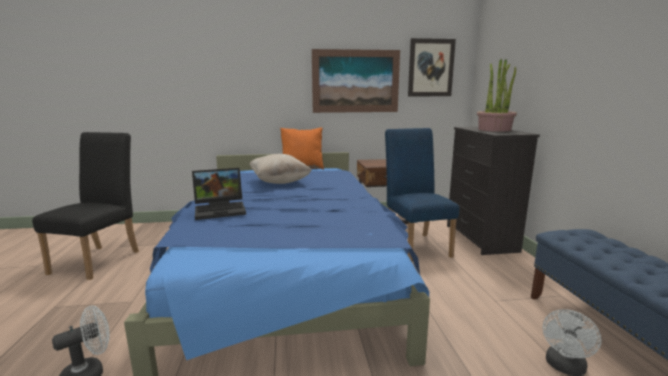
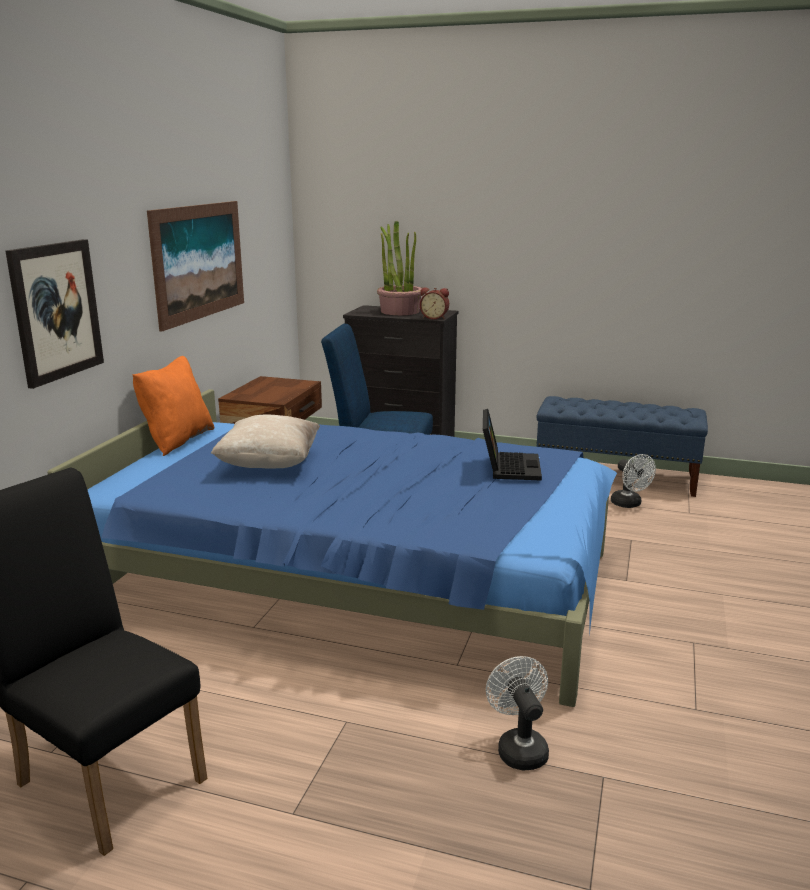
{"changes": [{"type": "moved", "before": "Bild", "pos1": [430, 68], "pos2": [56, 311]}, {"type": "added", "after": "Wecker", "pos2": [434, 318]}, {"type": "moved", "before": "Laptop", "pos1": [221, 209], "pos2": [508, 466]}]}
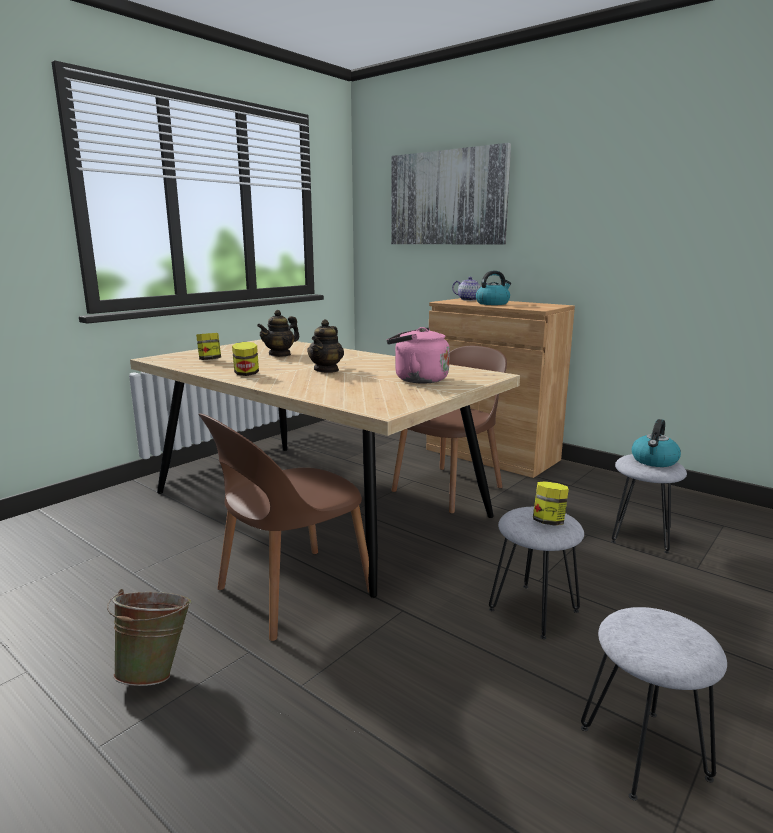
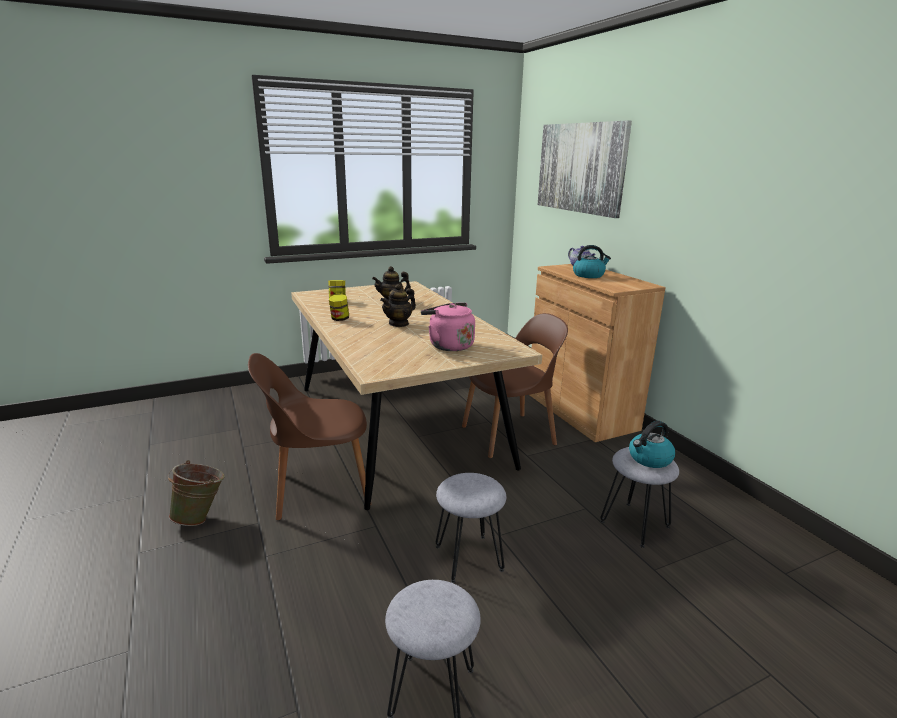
{"changes": [{"type": "removed", "before": "Vorratsglas", "pos1": [548, 522]}]}
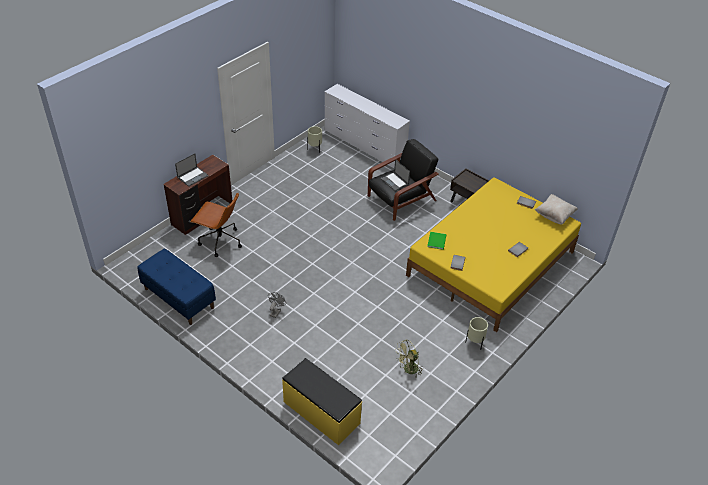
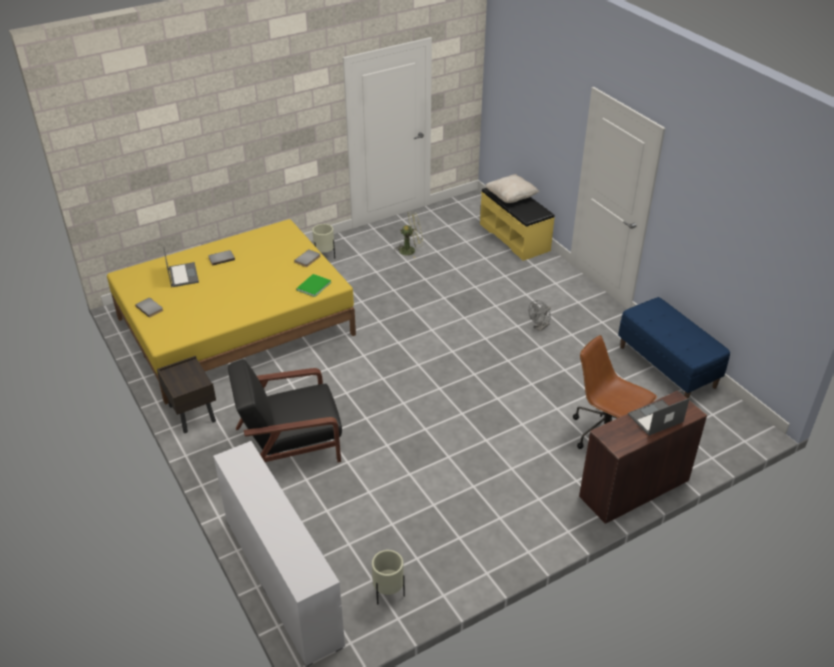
{"changes": [{"type": "moved", "before": "Laptop", "pos1": [394, 181], "pos2": [182, 275]}, {"type": "moved", "before": "Kissen (beige)", "pos1": [554, 216], "pos2": [511, 198]}]}
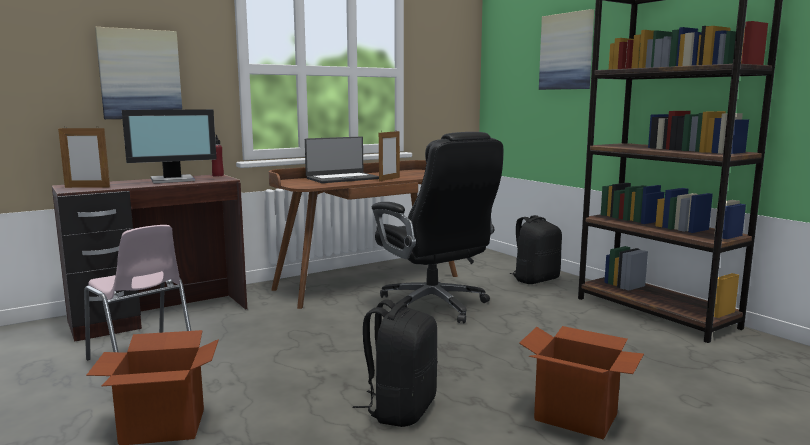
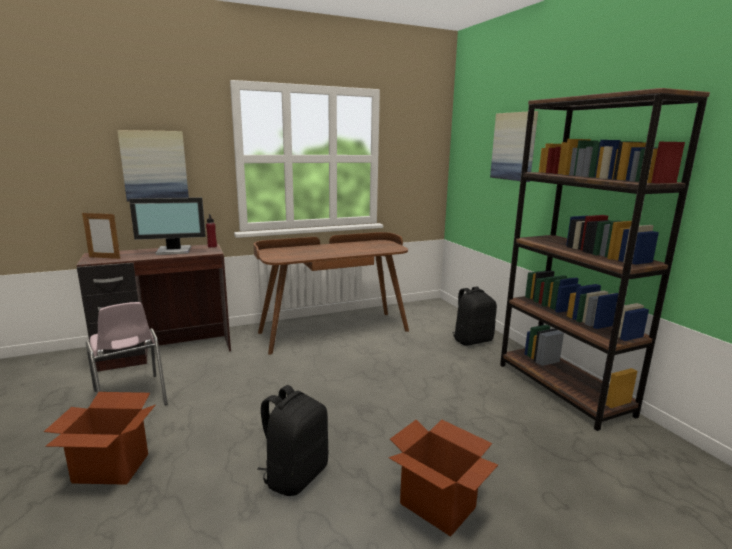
{"changes": [{"type": "removed", "before": "Laptop", "pos1": [342, 178]}, {"type": "removed", "before": "Bürostuhl (schwarz)", "pos1": [434, 306]}, {"type": "removed", "before": "Bilderrahmen", "pos1": [389, 179]}]}
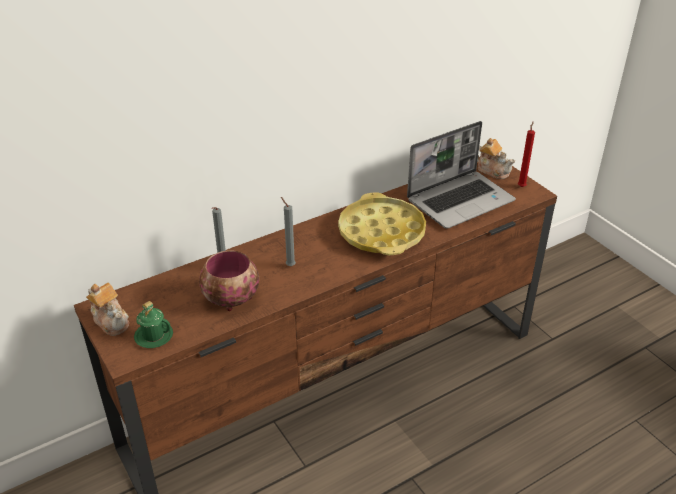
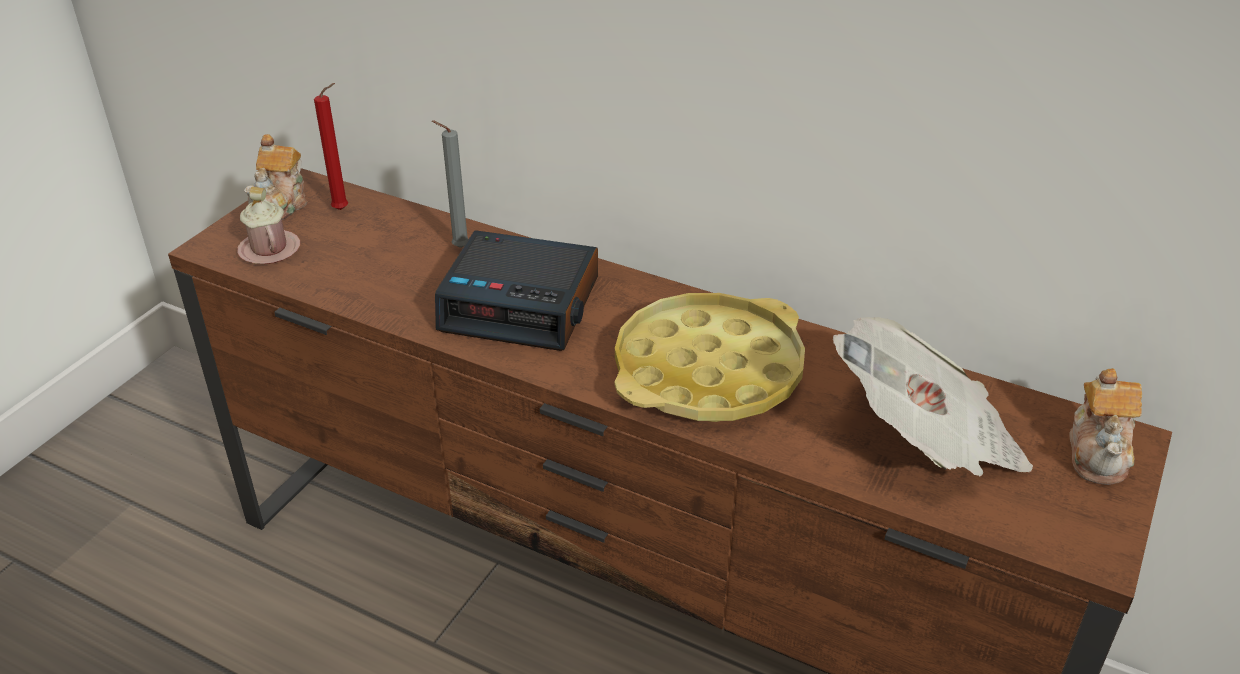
{"changes": [{"type": "recoloured", "before": "Henkelbecher (grün)", "after": "Henkelbecher (rosa)", "pos1": [154, 336], "pos2": [269, 250]}, {"type": "moved", "before": "Kerze (rot)", "pos1": [521, 186], "pos2": [343, 209]}, {"type": "replaced", "before": "Kerze (grau)", "after": "Wecker", "pos1": [289, 265], "pos2": [522, 304]}, {"type": "replaced", "before": "Laptop", "after": "Zeitung", "pos1": [460, 200], "pos2": [926, 440]}, {"type": "removed", "before": "Schüssel", "pos1": [231, 300]}]}
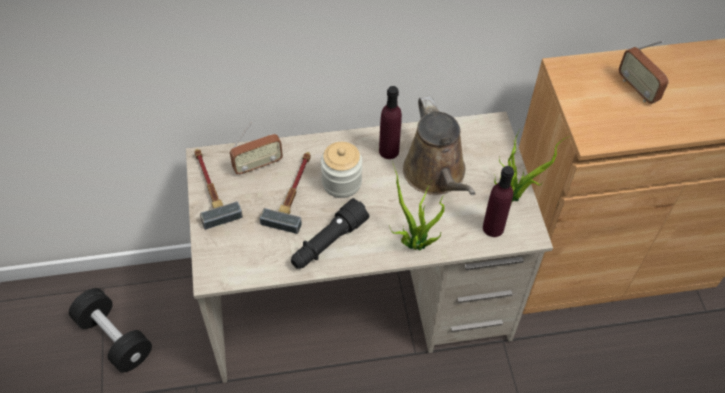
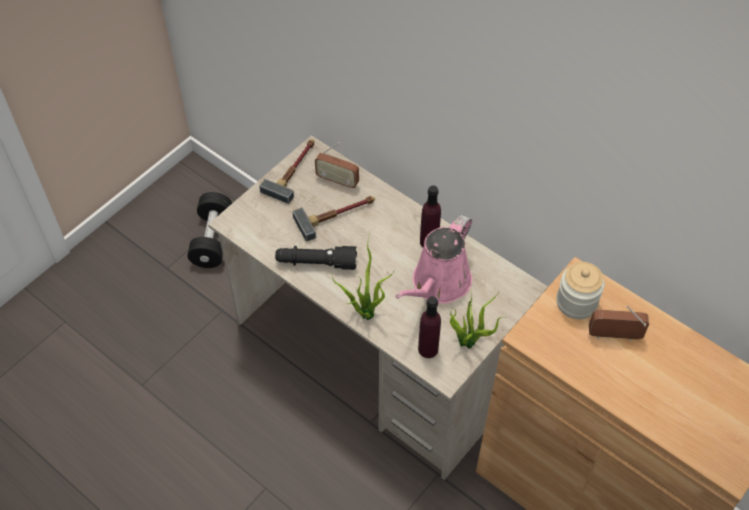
{"changes": [{"type": "recoloured", "before": "Gießkanne (braun)", "after": "Gießkanne (rosa)", "pos1": [436, 175], "pos2": [438, 284]}, {"type": "moved", "before": "Vorratsglas", "pos1": [341, 182], "pos2": [576, 302]}, {"type": "turned", "before": "Radio", "pos1": [637, 89], "pos2": [614, 336], "turn": 75}]}
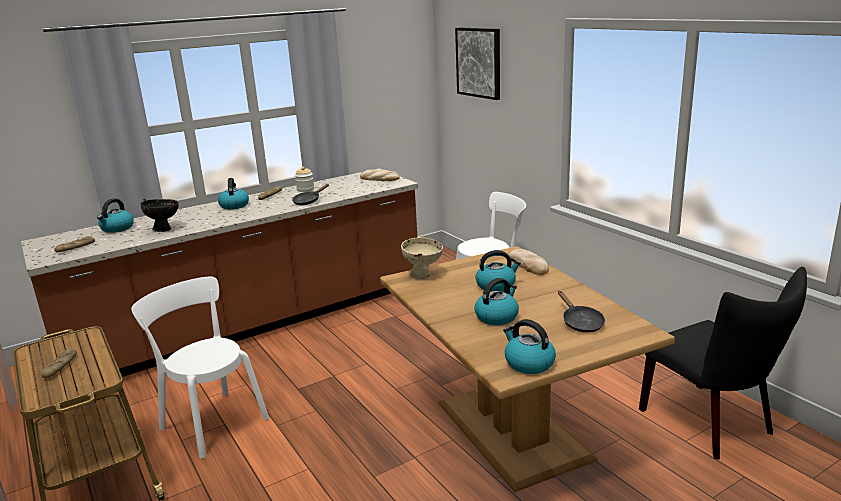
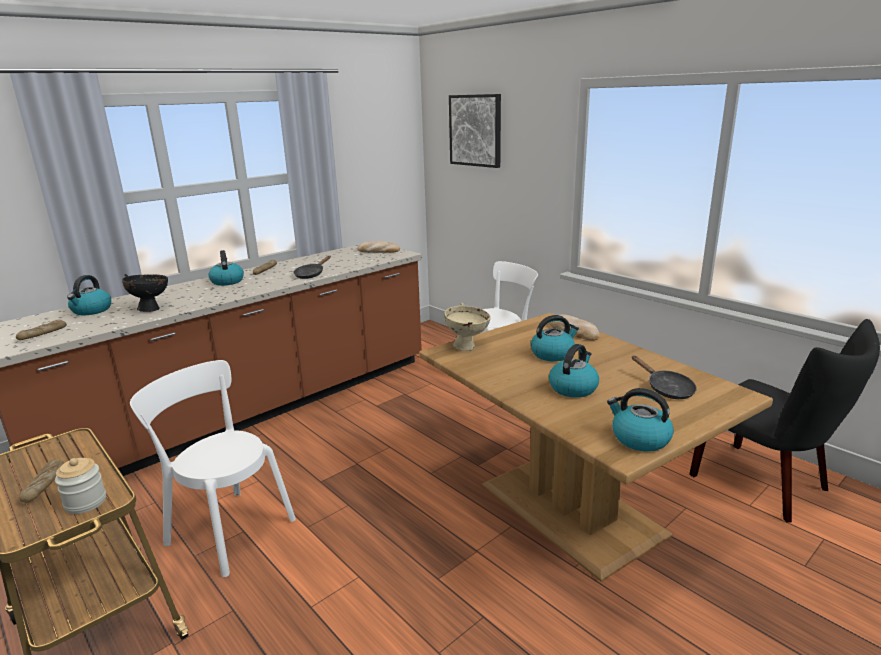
{"changes": [{"type": "moved", "before": "Vorratsglas", "pos1": [305, 189], "pos2": [85, 502]}]}
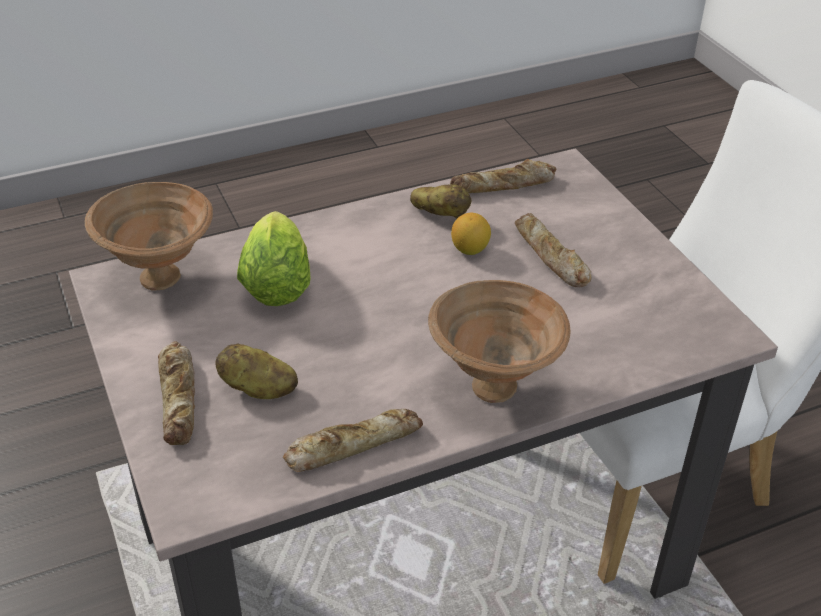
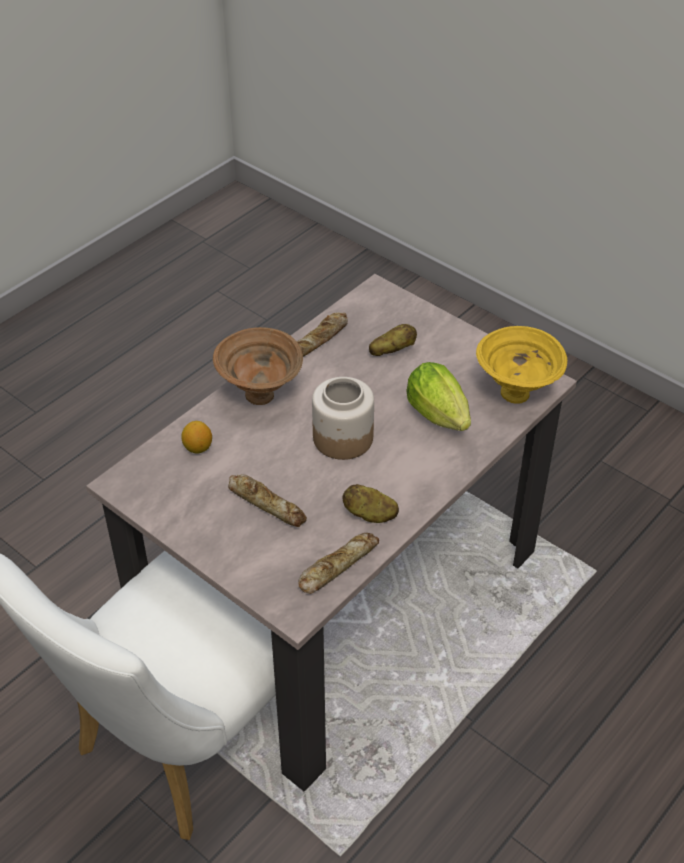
{"changes": [{"type": "moved", "before": "Zitrone", "pos1": [470, 250], "pos2": [197, 448]}, {"type": "added", "after": "Vorratsglas", "pos2": [342, 438]}, {"type": "recoloured", "before": "Schüssel (braun)", "after": "Schüssel (gelb)", "pos1": [158, 276], "pos2": [517, 395]}, {"type": "removed", "before": "Brot", "pos1": [179, 398]}]}
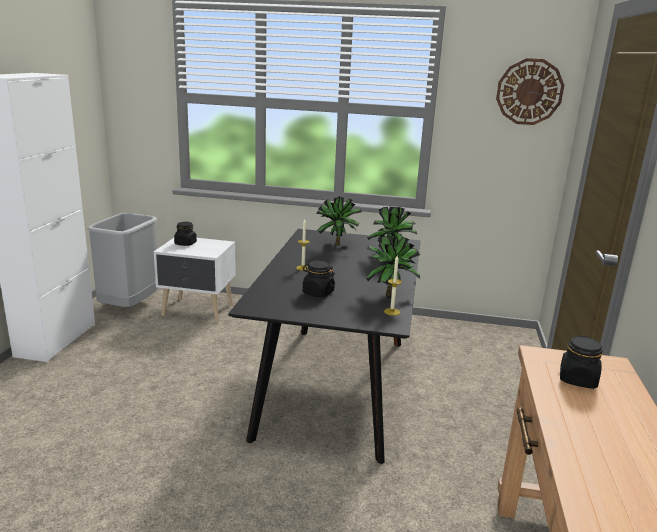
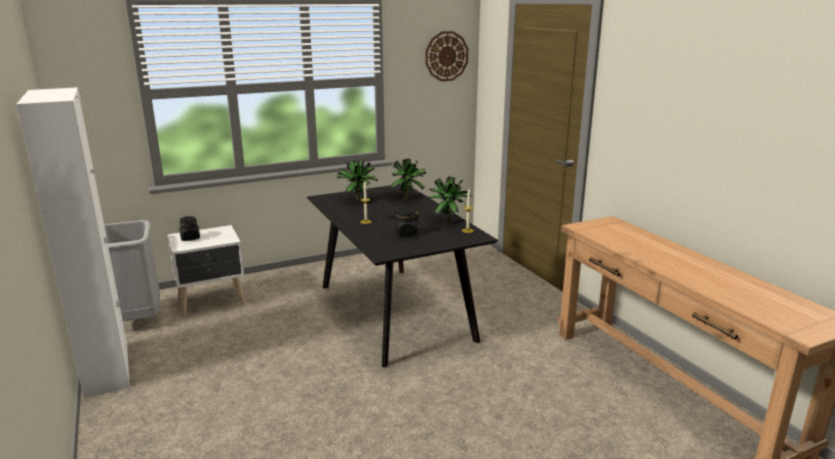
{"changes": [{"type": "removed", "before": "Vorratsglas (schwarz)", "pos1": [578, 380]}]}
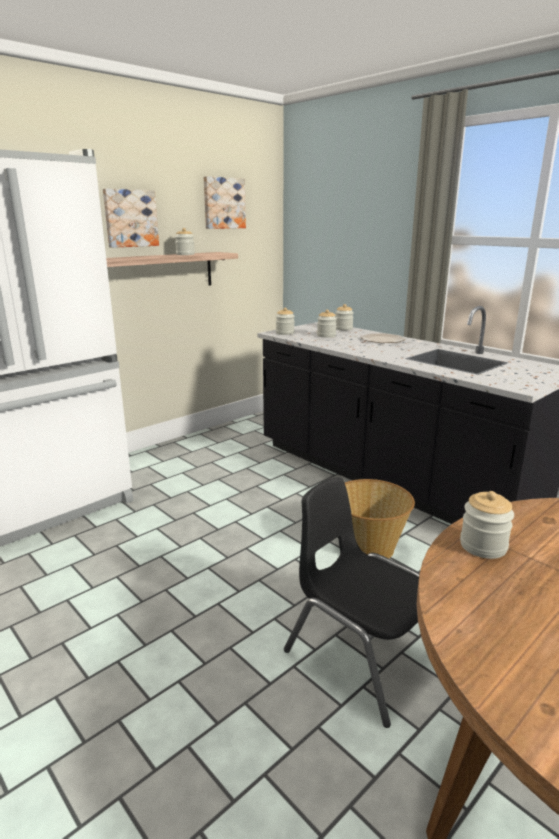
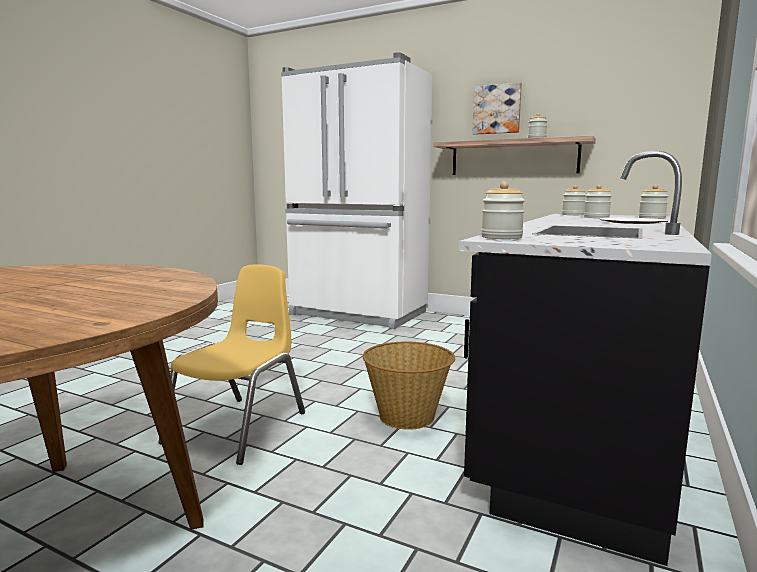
{"changes": [{"type": "recoloured", "before": "Stuhl (schwarz)", "after": "Stuhl (gelb)", "pos1": [361, 655], "pos2": [239, 428]}, {"type": "moved", "before": "Vorratsglas", "pos1": [483, 546], "pos2": [501, 237]}, {"type": "removed", "before": "Bild", "pos1": [223, 203]}]}
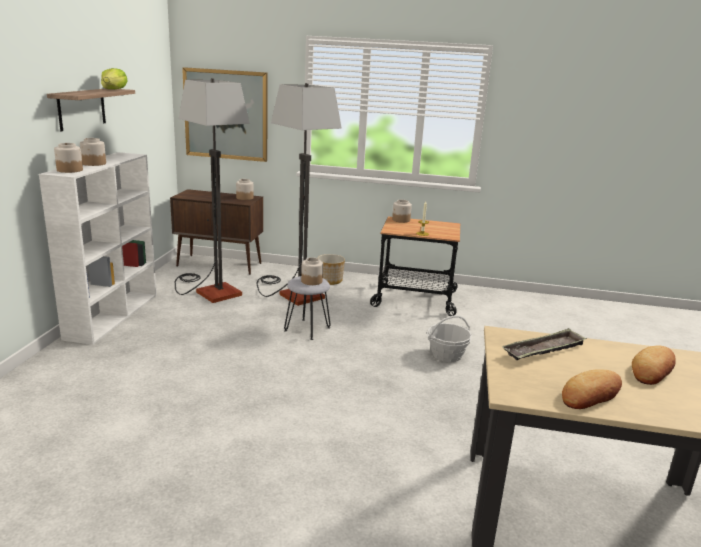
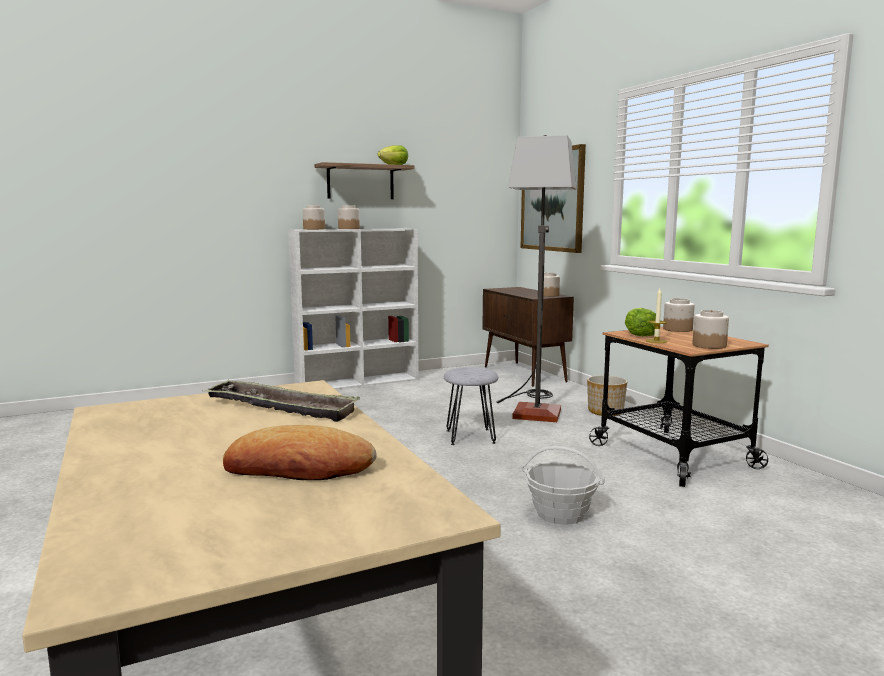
{"changes": [{"type": "added", "after": "Salatkopf", "pos2": [639, 334]}, {"type": "moved", "before": "Vorratsglas", "pos1": [311, 281], "pos2": [709, 345]}, {"type": "removed", "before": "Stehlampe", "pos1": [209, 291]}, {"type": "removed", "before": "Brot", "pos1": [591, 395]}]}
